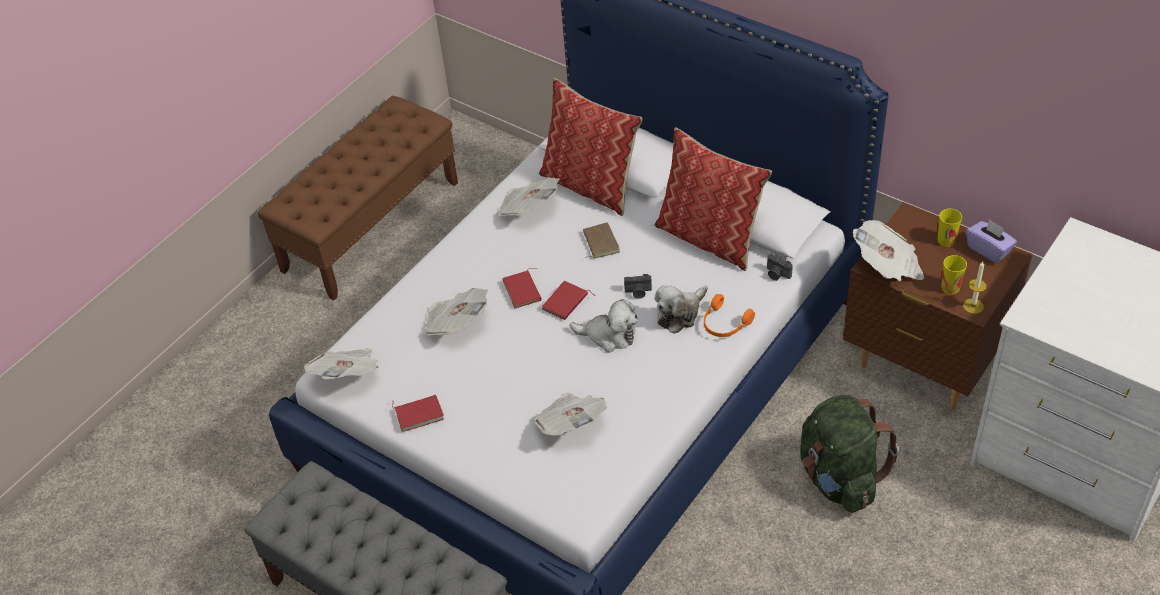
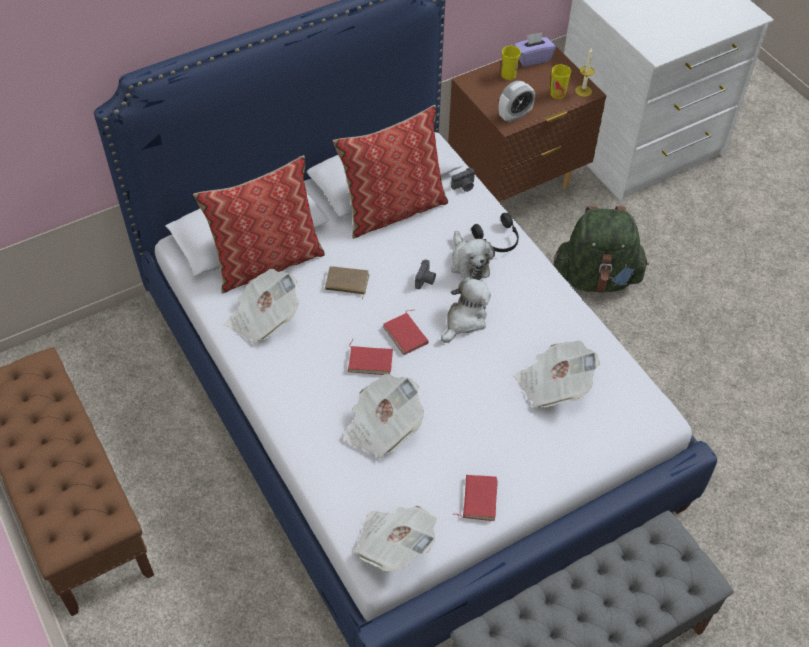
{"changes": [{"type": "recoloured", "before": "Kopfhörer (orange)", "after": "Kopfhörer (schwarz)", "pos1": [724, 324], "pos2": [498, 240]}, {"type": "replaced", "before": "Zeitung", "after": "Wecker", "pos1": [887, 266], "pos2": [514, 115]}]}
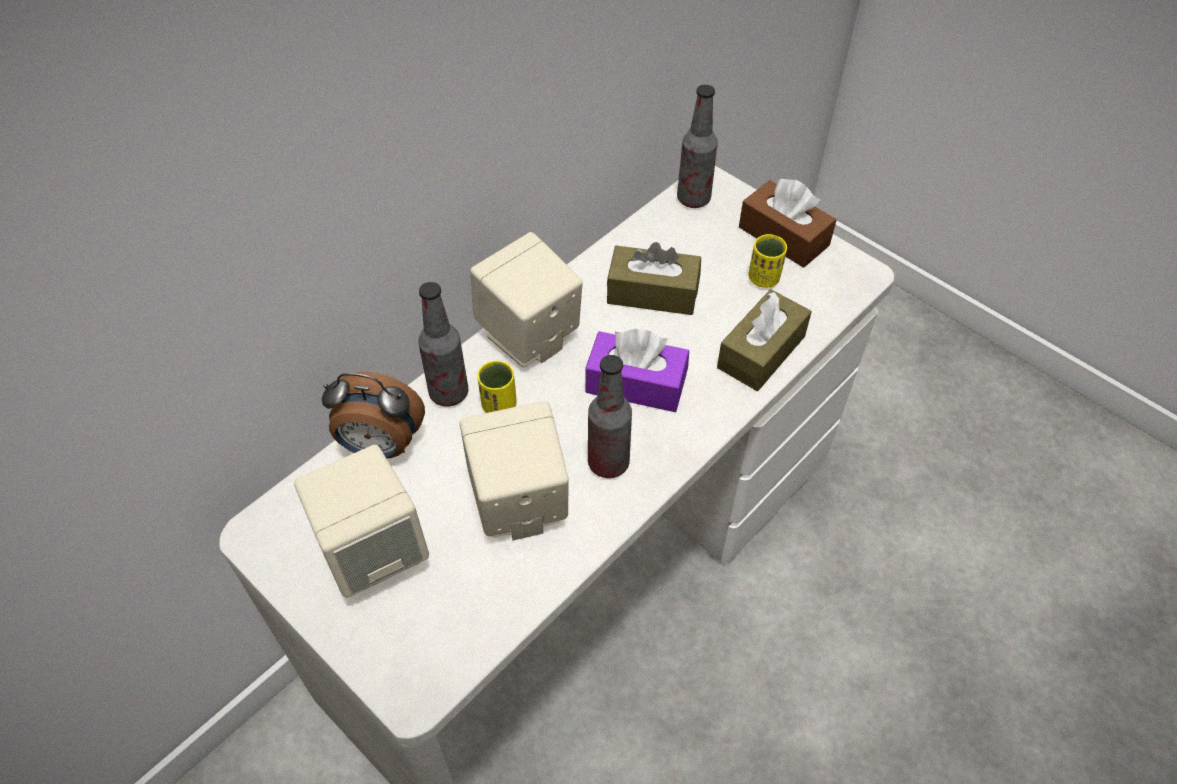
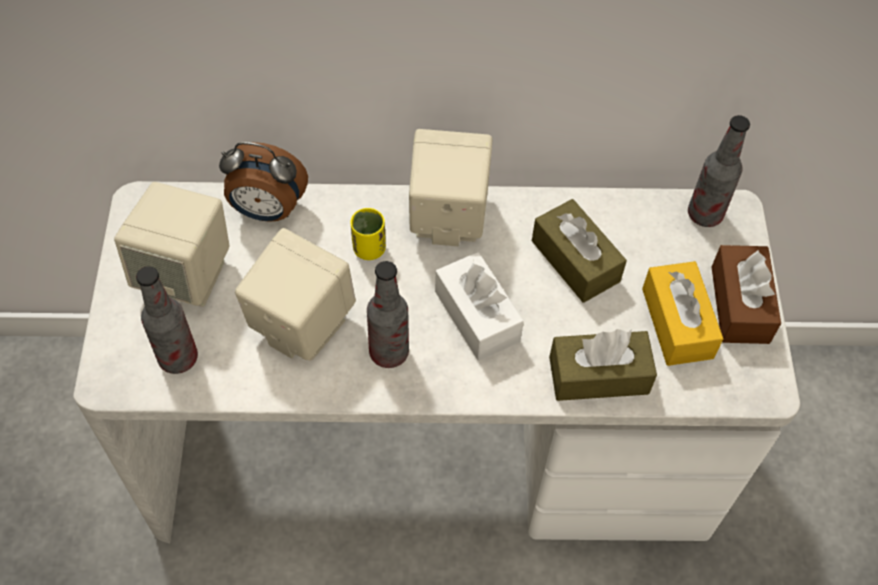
{"changes": [{"type": "moved", "before": "Flasche", "pos1": [449, 393], "pos2": [178, 358]}, {"type": "turned", "before": "Wecker", "pos1": [381, 446], "pos2": [267, 211], "turn": -45}, {"type": "recoloured", "before": "Taschentuchbox (lila)", "after": "Taschentuchbox (weiß)", "pos1": [636, 384], "pos2": [477, 316]}, {"type": "replaced", "before": "Tasse (gelb)", "after": "Taschentuchbox (gelb)", "pos1": [763, 278], "pos2": [677, 323]}]}
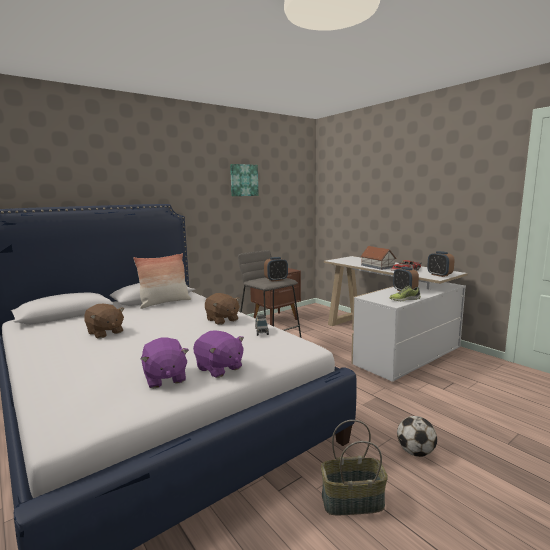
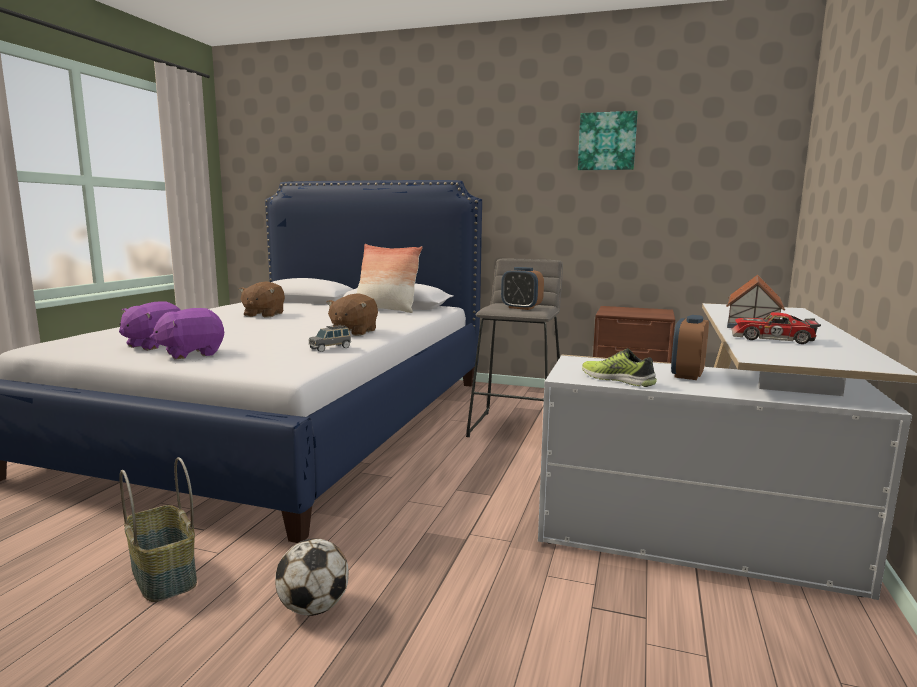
{"changes": [{"type": "turned", "before": "Plüschtier (lila)", "pos1": [219, 368], "pos2": [191, 354], "turn": 45}, {"type": "removed", "before": "Wecker", "pos1": [439, 275]}]}
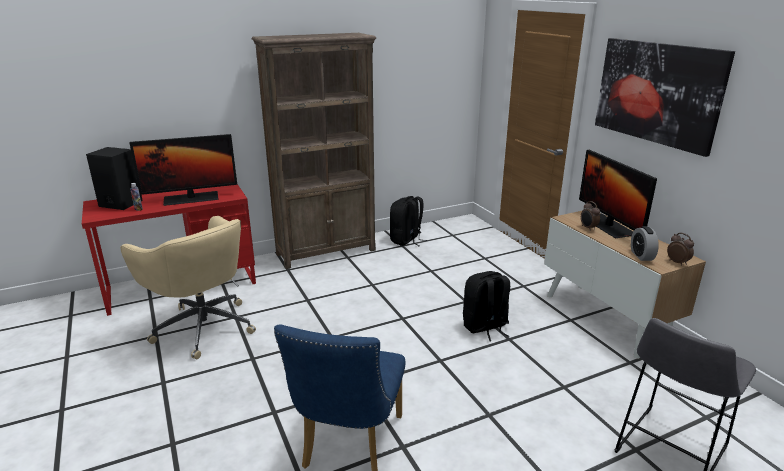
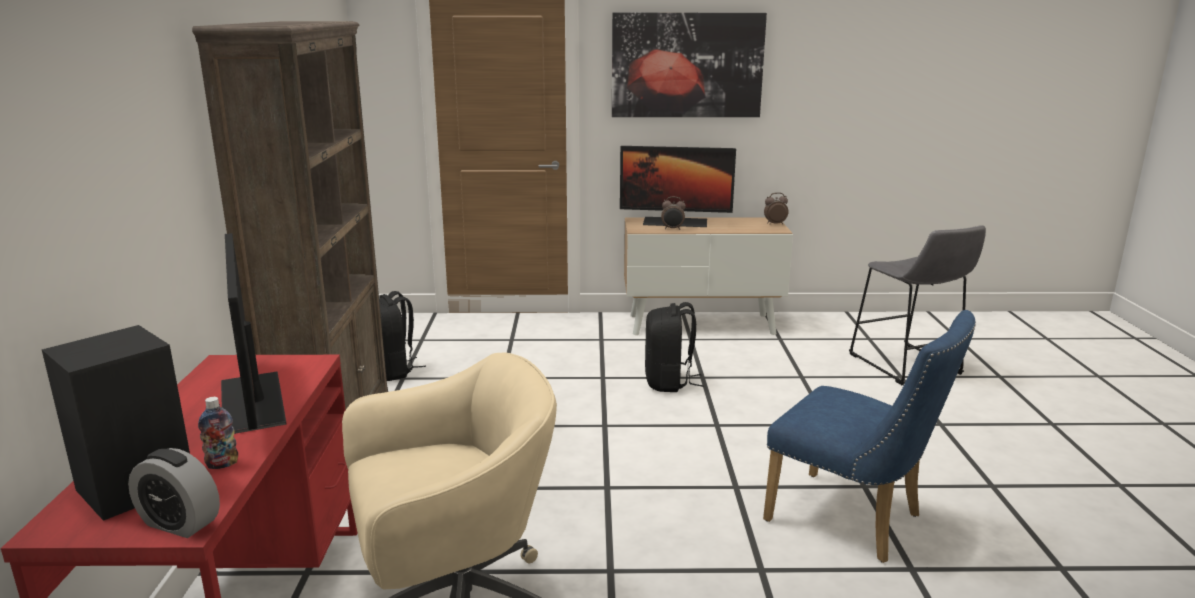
{"changes": [{"type": "moved", "before": "Wecker", "pos1": [641, 256], "pos2": [179, 523]}, {"type": "turned", "before": "Monitor", "pos1": [191, 198], "pos2": [252, 402], "turn": 150}]}
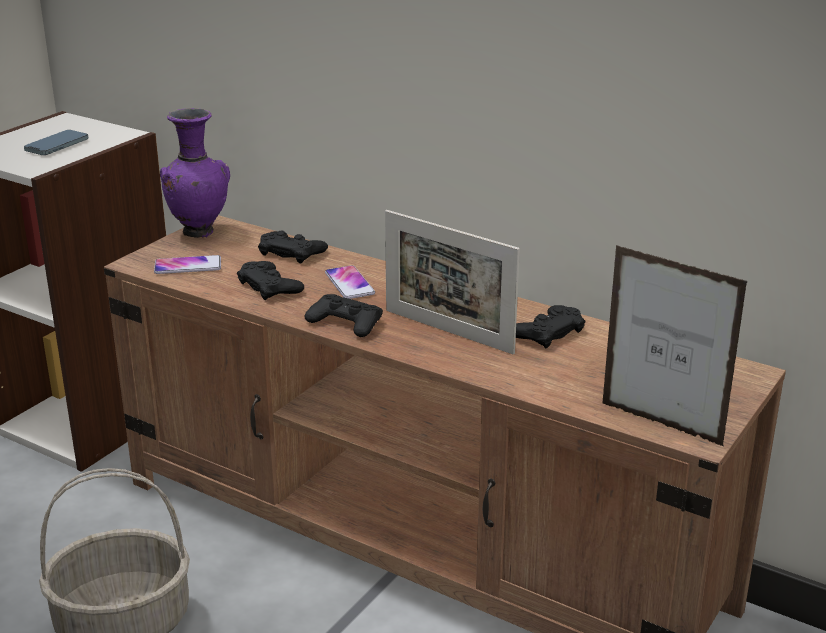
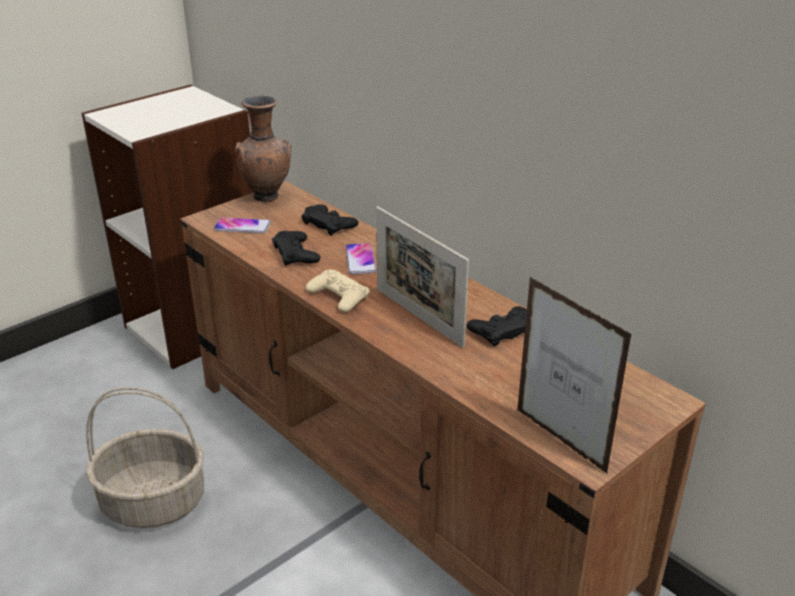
{"changes": [{"type": "recoloured", "before": "Vase (lila)", "after": "Vase (braun)", "pos1": [199, 232], "pos2": [267, 196]}, {"type": "recoloured", "before": "Gamepad (schwarz)", "after": "Gamepad (beige)", "pos1": [345, 323], "pos2": [338, 296]}, {"type": "removed", "before": "Handy", "pos1": [57, 146]}]}
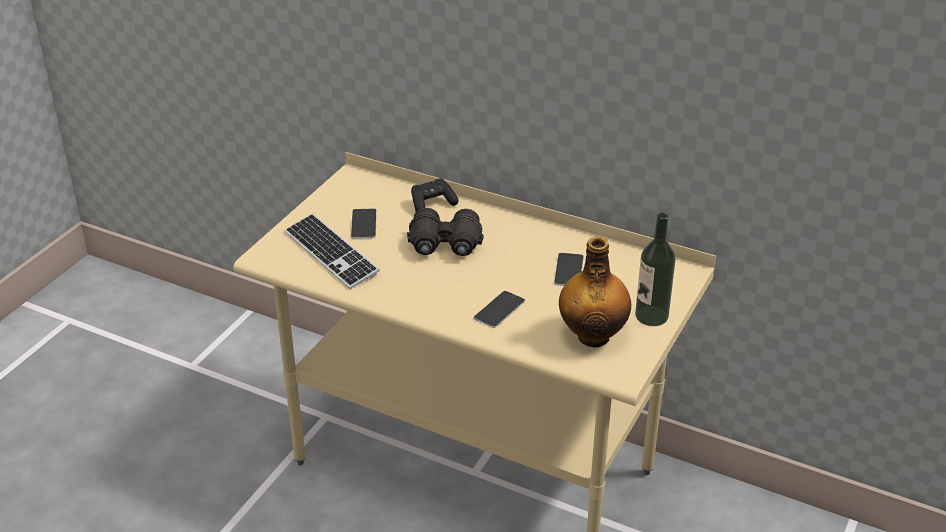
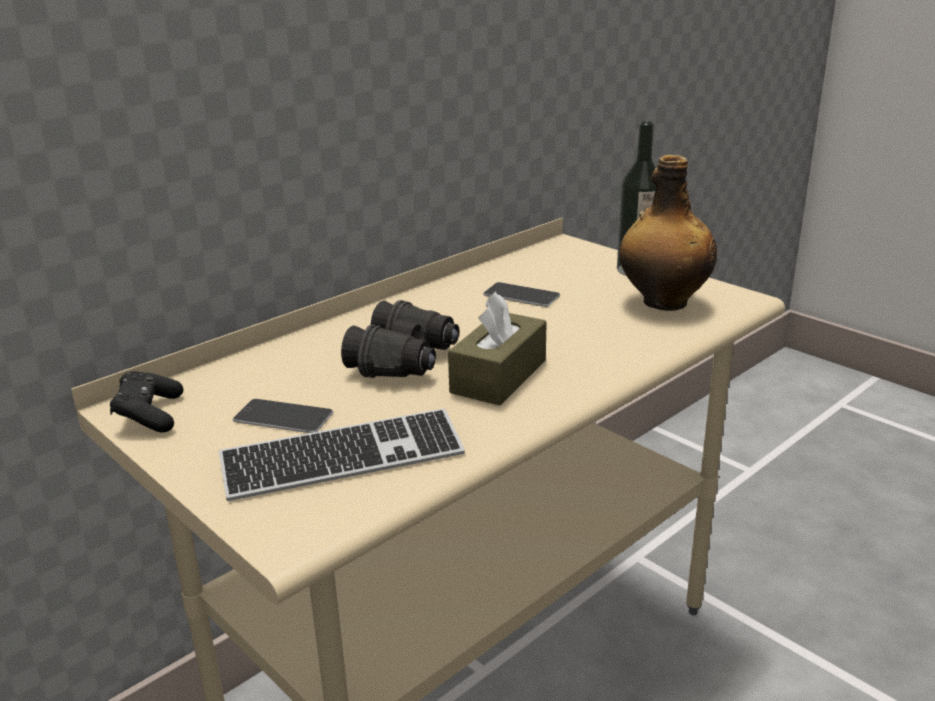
{"changes": [{"type": "moved", "before": "Gamepad (schwarz)", "pos1": [432, 204], "pos2": [149, 415]}, {"type": "added", "after": "Taschentuchbox (braun)", "pos2": [499, 376]}, {"type": "removed", "before": "Handy", "pos1": [499, 309]}]}
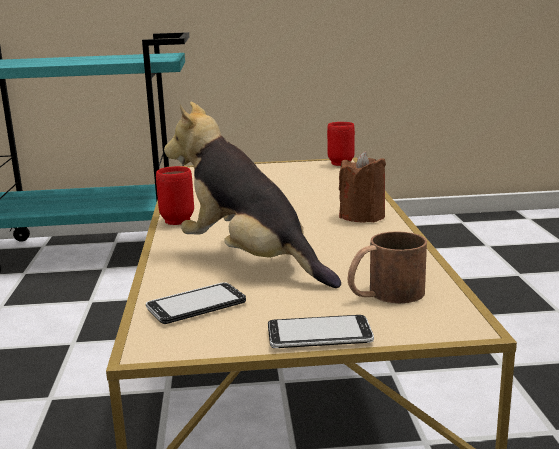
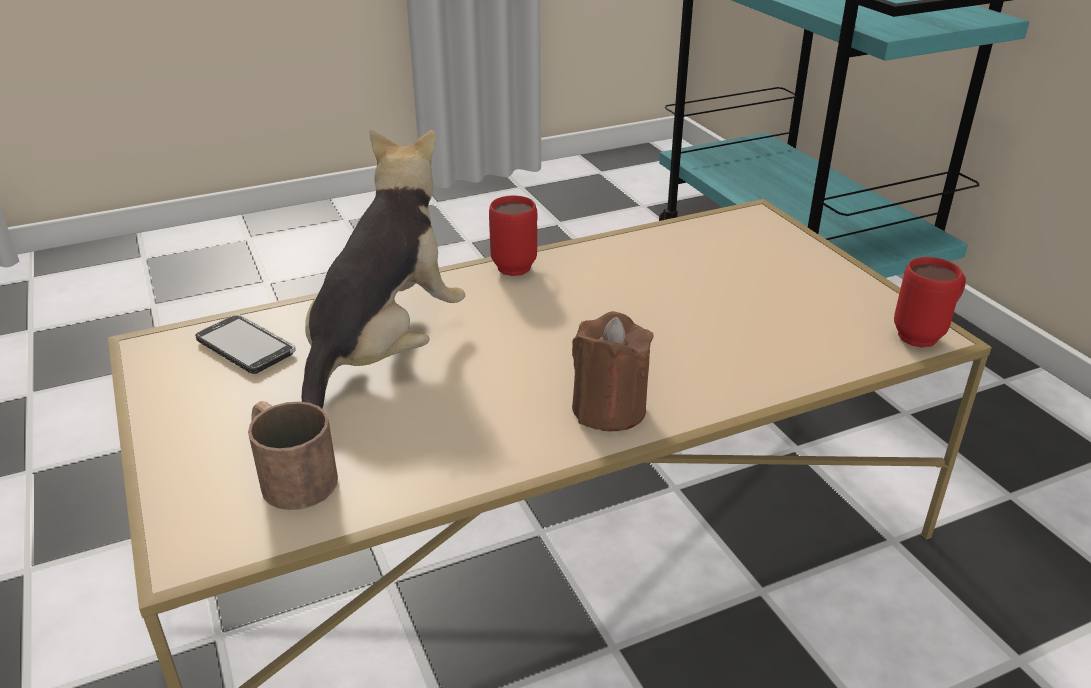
{"changes": [{"type": "removed", "before": "Handy", "pos1": [319, 336]}]}
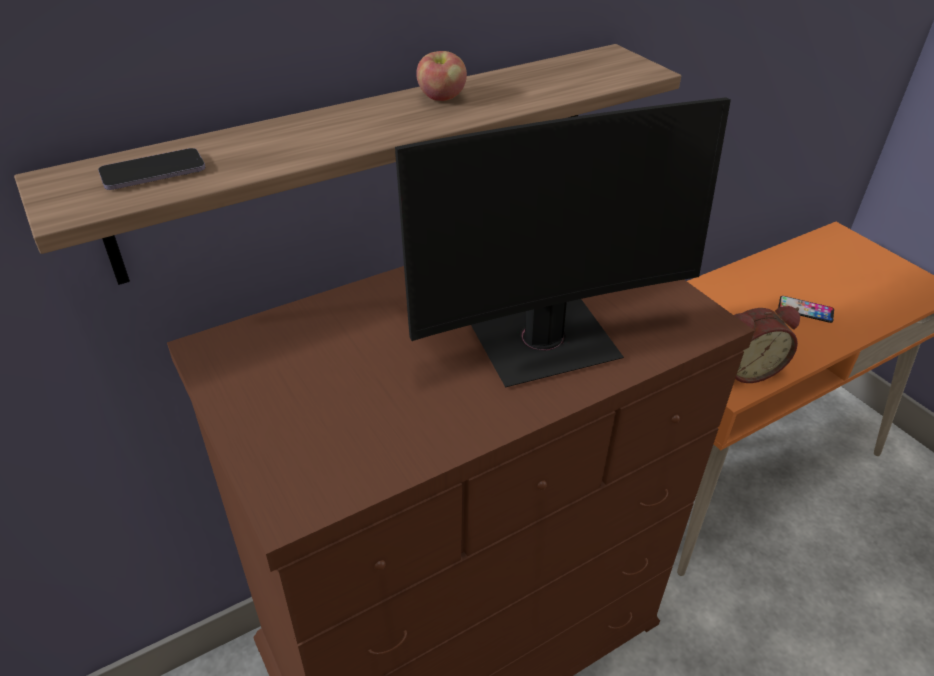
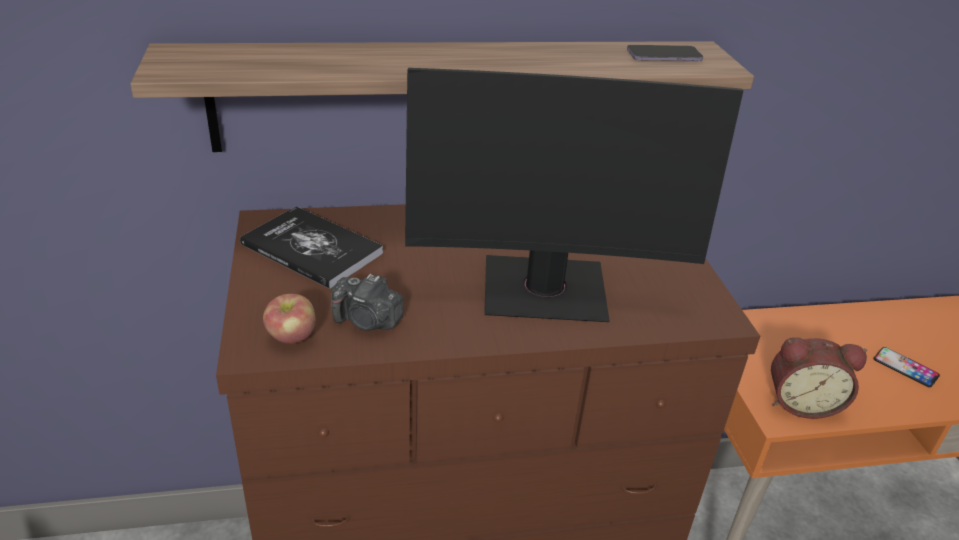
{"changes": [{"type": "added", "after": "Buch", "pos2": [312, 249]}, {"type": "moved", "before": "Apfel", "pos1": [441, 98], "pos2": [292, 337]}, {"type": "added", "after": "Kamera", "pos2": [367, 321]}, {"type": "moved", "before": "Handy", "pos1": [153, 172], "pos2": [664, 56]}]}
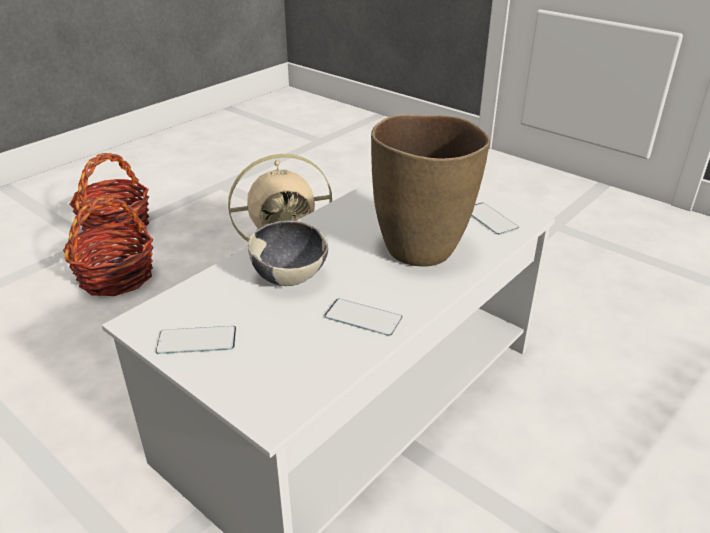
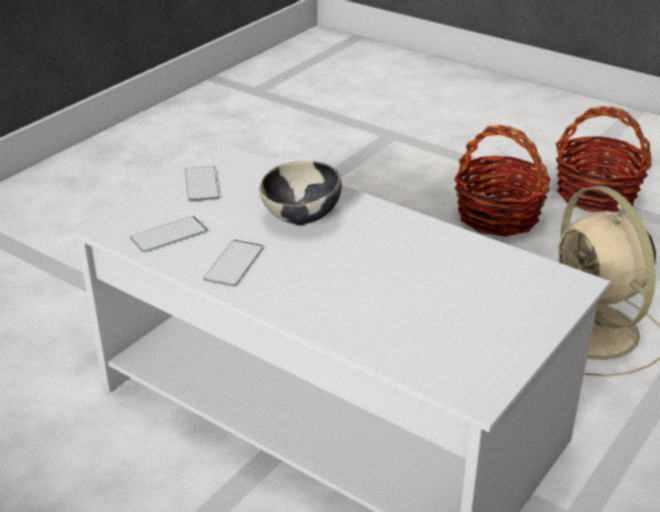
{"changes": [{"type": "moved", "before": "Handy", "pos1": [490, 219], "pos2": [169, 235]}, {"type": "removed", "before": "Vase (braun)", "pos1": [421, 249]}]}
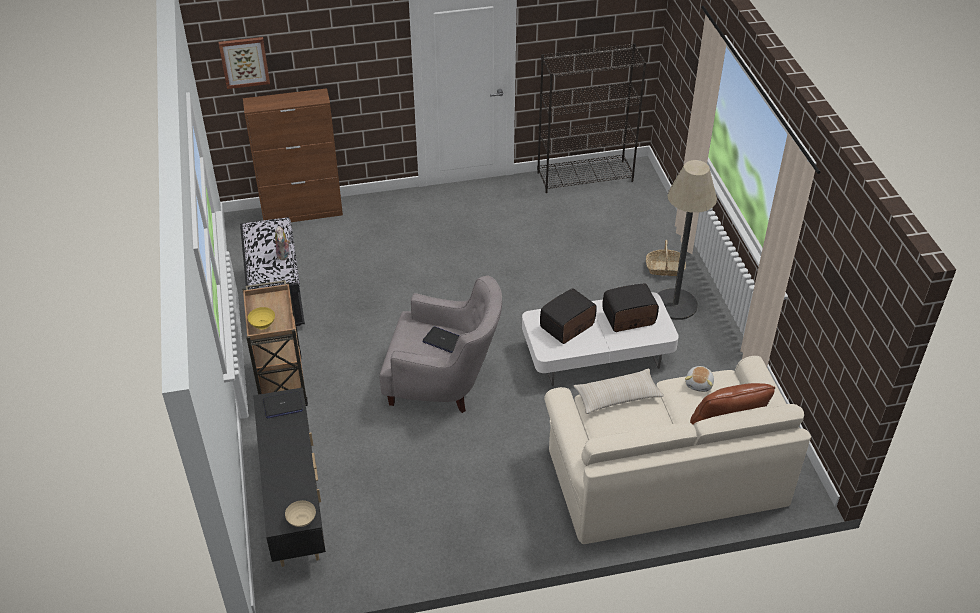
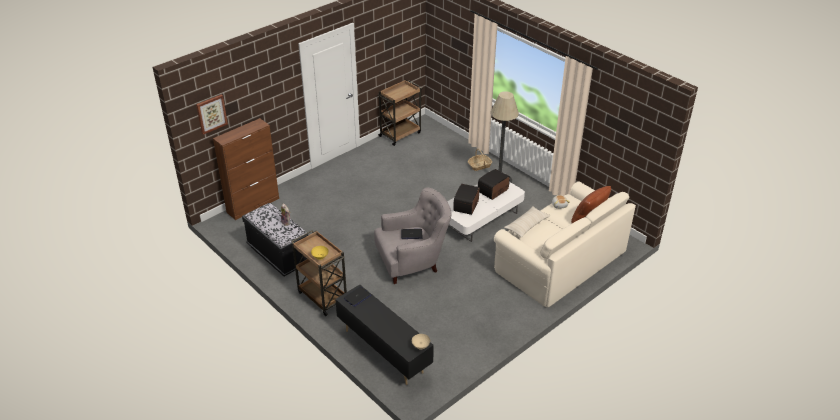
{"changes": [{"type": "replaced", "before": "Bücherregal (schwarz)", "after": "Rollwagen (braun)", "pos1": [585, 176], "pos2": [400, 134]}]}
